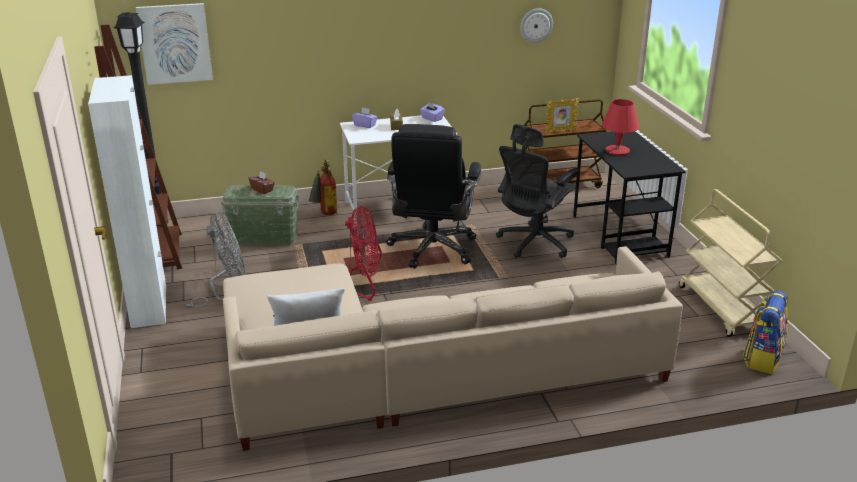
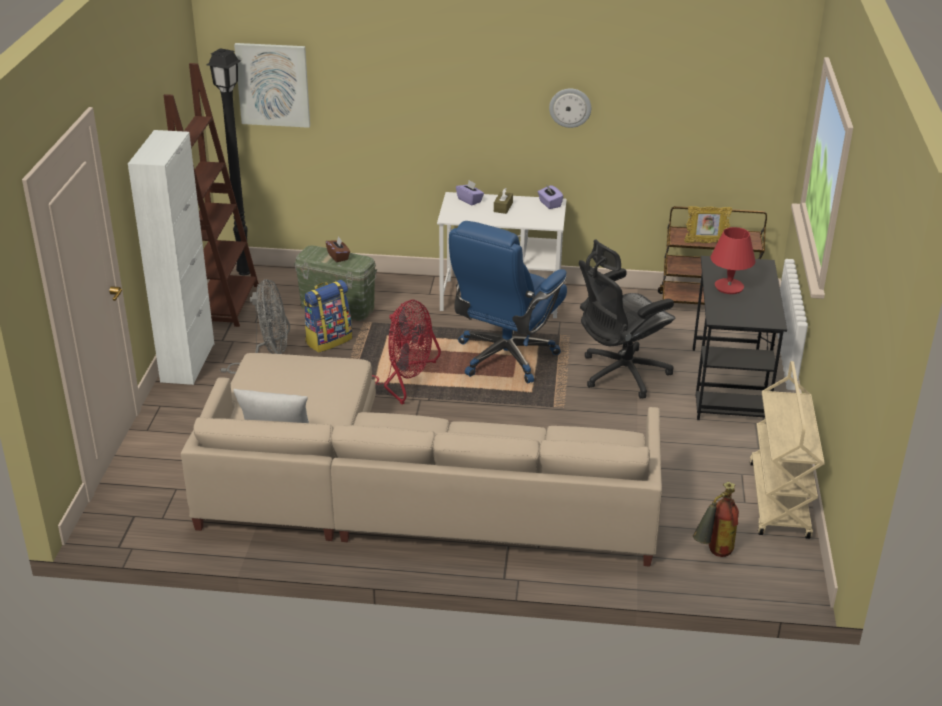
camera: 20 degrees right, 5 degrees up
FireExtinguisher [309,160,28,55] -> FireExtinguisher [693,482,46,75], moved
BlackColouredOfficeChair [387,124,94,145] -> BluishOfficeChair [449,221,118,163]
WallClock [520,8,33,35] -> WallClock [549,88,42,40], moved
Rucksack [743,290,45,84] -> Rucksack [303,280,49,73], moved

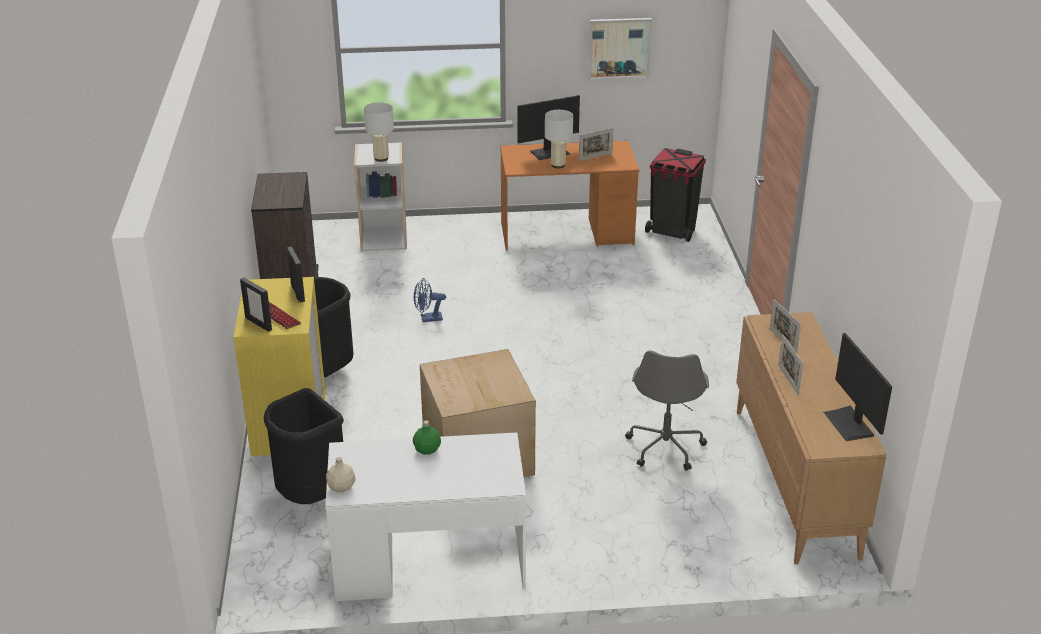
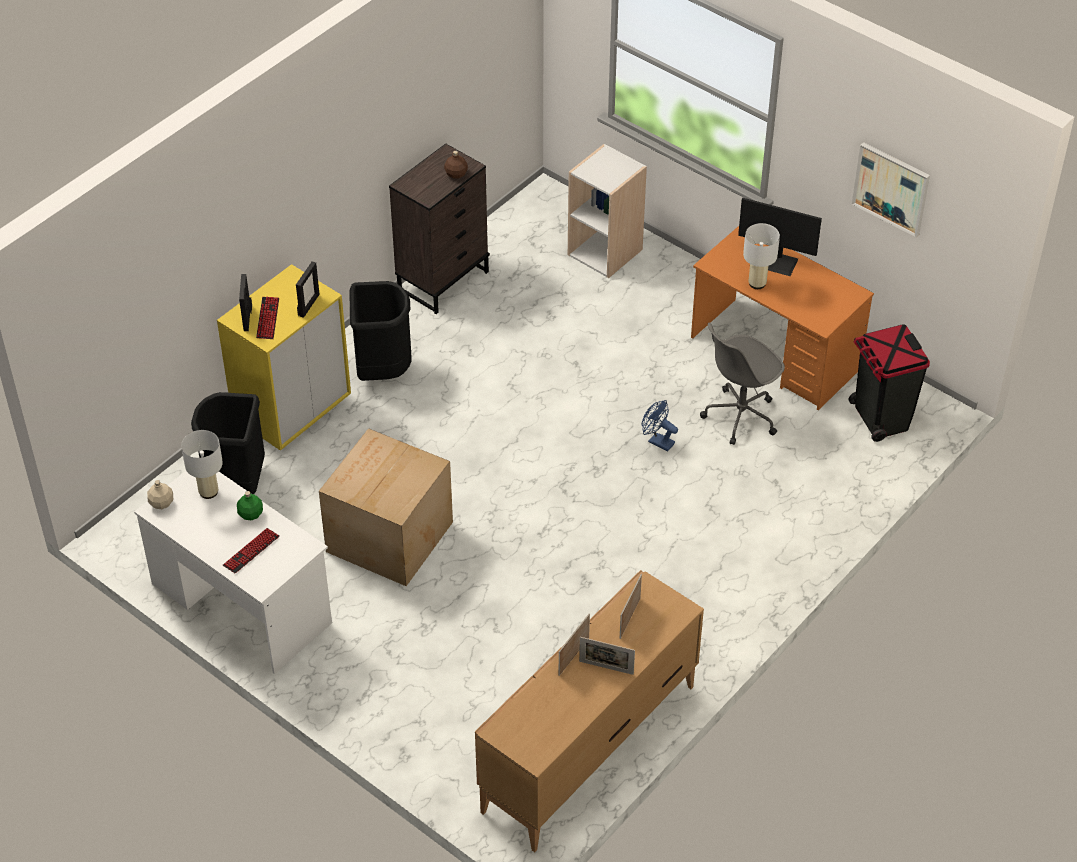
camera: 45 degrees right, 15 degrees up
WhiteColouredTableLamp [364,102,30,60] -> WhiteColouredTableLamp [181,430,42,69], moved
BluishCoolingFan [414,278,32,44] -> BluishCoolingFan [641,400,37,51], moved
StandingFrame [579,128,34,33] -> StandingFrame [579,637,56,38], moved
GreyishOfficeChair [625,351,84,120] -> GreyishOfficeChair [700,323,85,122], moved
Monitor [823,333,69,108] -> none
none -> Keyboard [223,528,57,45]
none -> BrownColouredDrinkBottle [444,151,24,28]

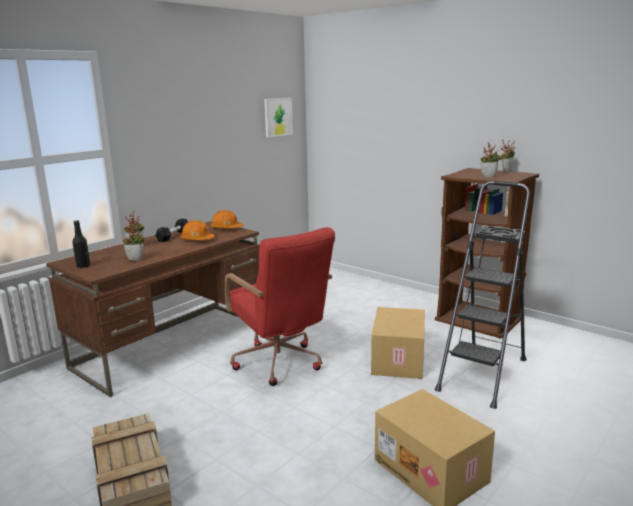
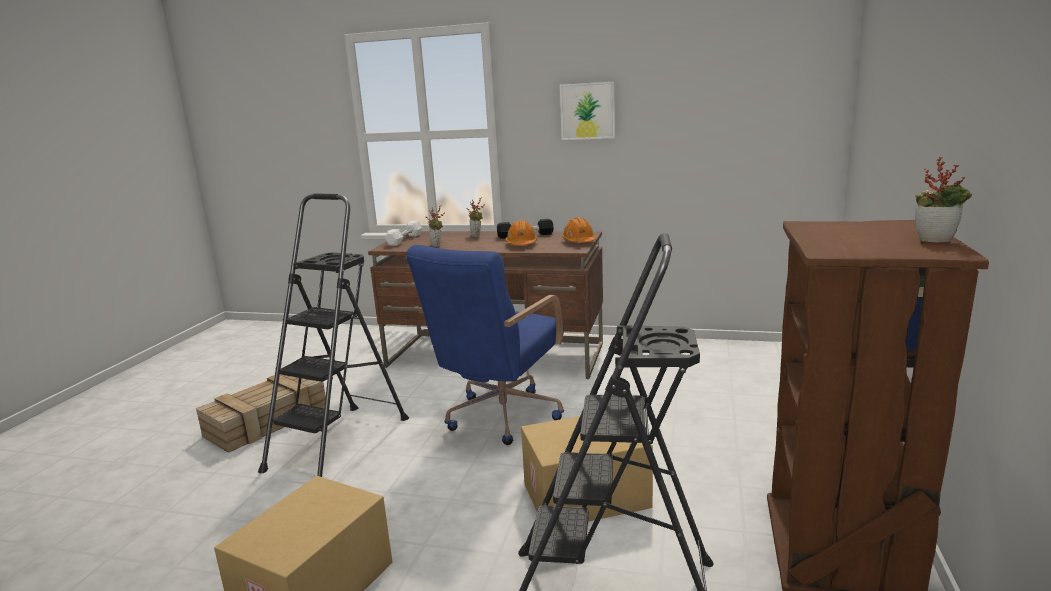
camera: 65 degrees right, 0 degrees up
BlackColouredDrinkBottle [72,220,18,48] -> WhiteColouredFreeWeight [385,221,37,25]
RedColouredOfficeChair [225,227,110,159] -> BluishOfficeChair [406,245,158,200]
WallArt [264,98,29,39] -> WallArt [560,82,55,58], moved
Houseplant [481,142,20,35] -> none
none -> StepLadder [258,193,151,284]

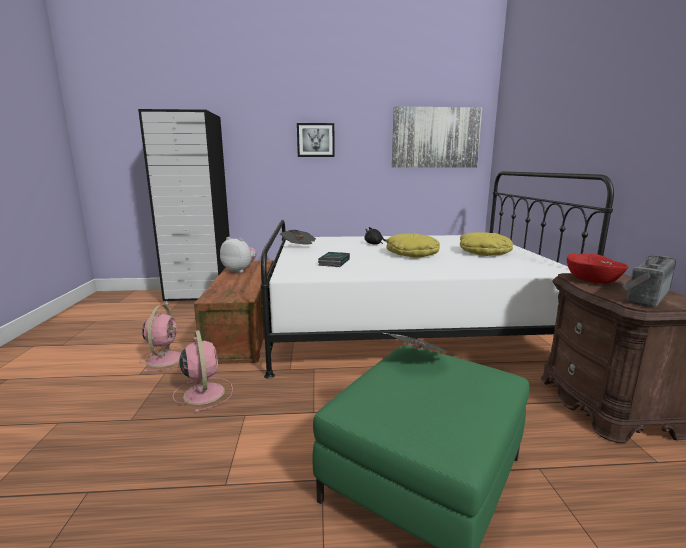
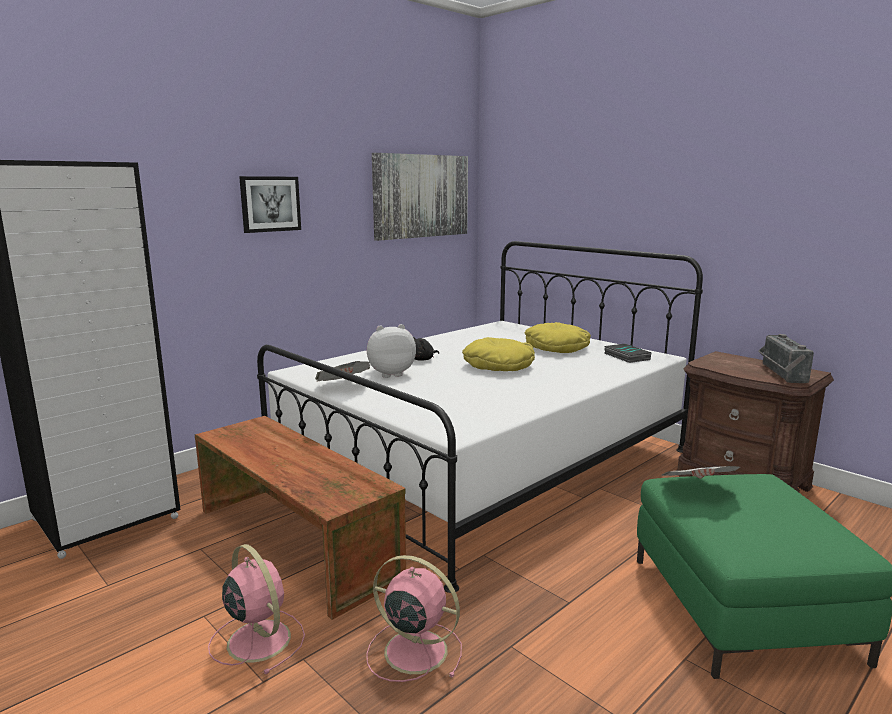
camera: 40 degrees left, 0 degrees up
PlushToy [220,237,37,36] -> PlushToy [367,324,49,54], moved
Book [318,252,32,15] -> Book [604,344,47,19], moved
RedColouredServingBowl [567,253,62,31] -> none

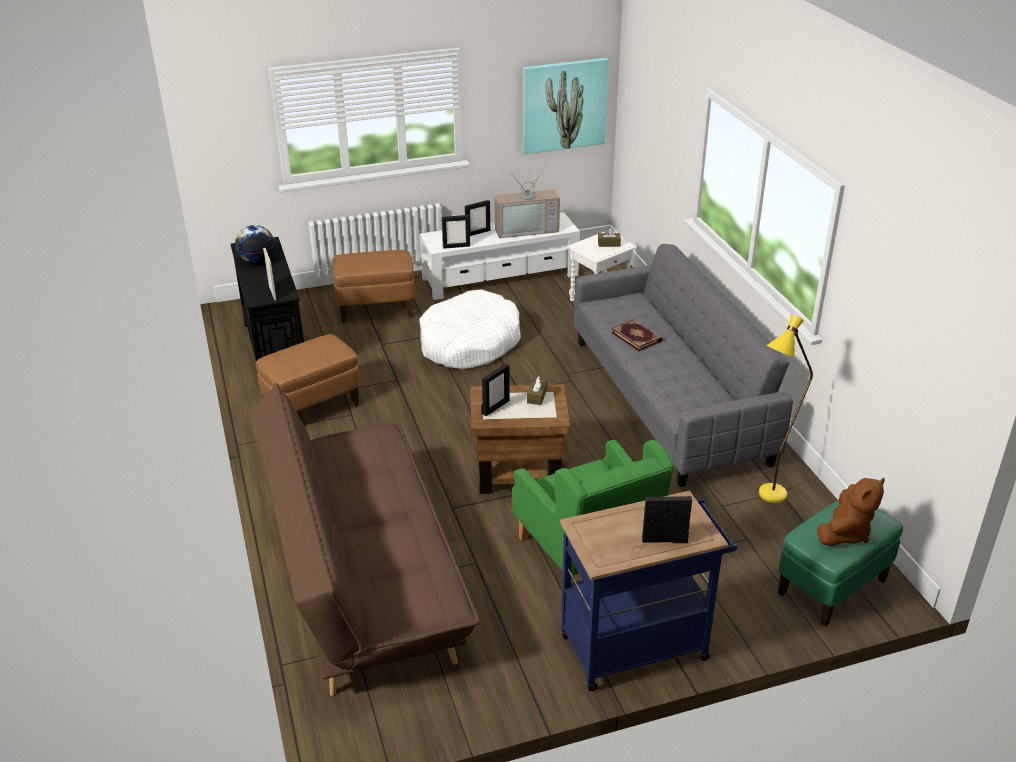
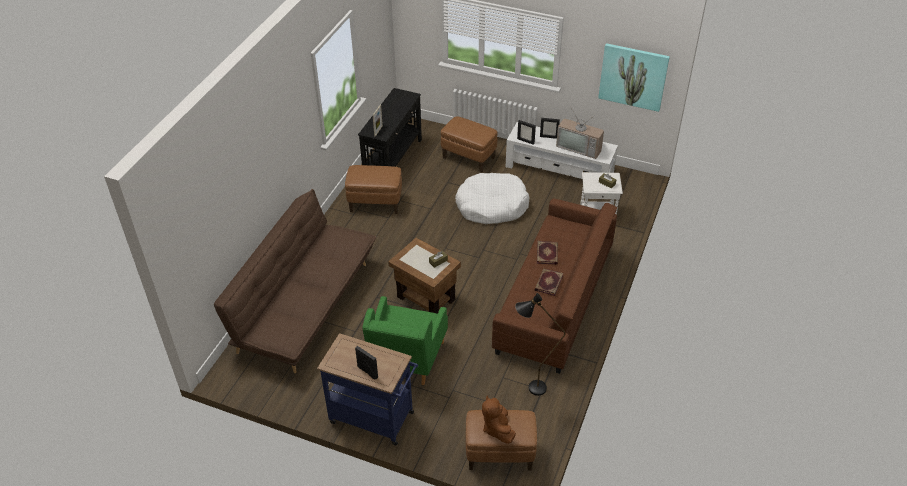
camera: 40 degrees right, 10 degrees up
Globe [235,225,40,39] -> none
StandingFrame [481,364,29,52] -> none
GreyishSofa [574,244,219,243] -> BrownColouredSofa [492,198,125,176]
YellowishStandardLamp [759,315,54,188] -> BlackColouredStandardLamp [515,293,51,103]
GreenishPouffe [778,499,125,128] -> BrownColouredPouffe [466,410,71,61]
BrownColouredPlushToy [817,478,67,68] -> BrownColouredPlushToy [482,395,34,49], 90 degrees clockwise
none -> Book [534,268,30,28]

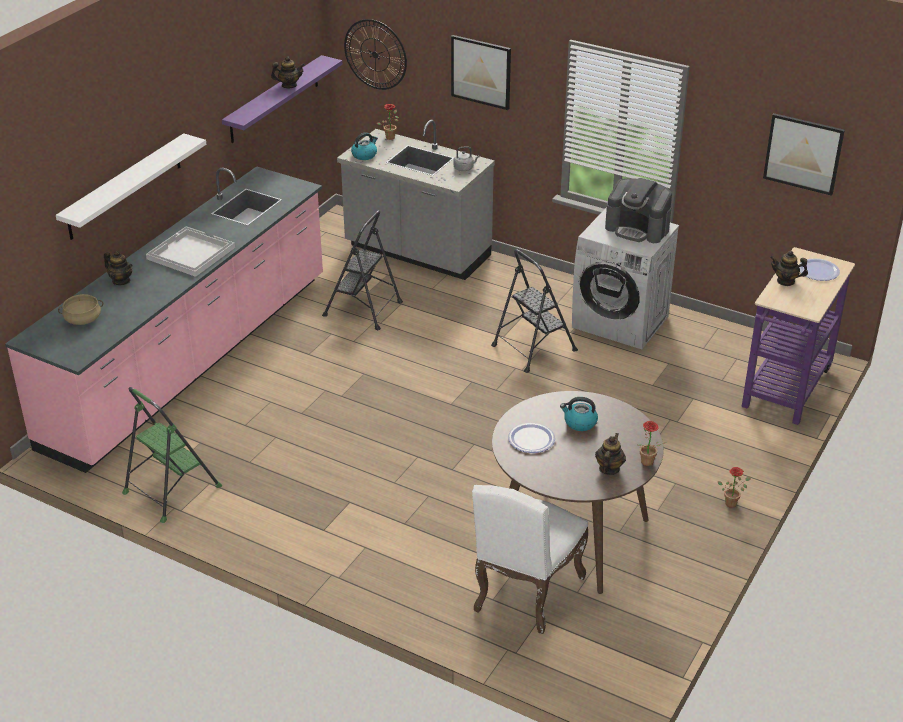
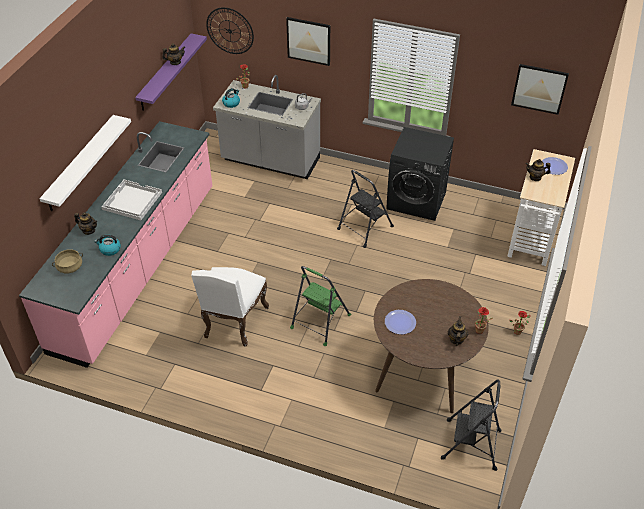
camera: 10 degrees left, 10 degrees up
GreenishStepLadder [122,387,100,136] -> GreenishStepLadder [290,266,61,80], moved
BlackColouredStepLadder [322,210,81,120] -> BlackColouredStepLadder [441,380,60,91], moved
WhiteColouredPlainChair [472,485,116,149] -> WhiteColouredPlainChair [191,267,78,80], moved
Kettle [560,397,38,34] -> Kettle [94,234,27,22], moved
WhiteColouredLaundryAppliance [572,207,107,142] -> BlackColouredLaundryAppliance [387,127,67,94]
CoffeeBrewer [605,178,67,65] -> none
PurplishWheeledCart [742,247,113,178] -> WhiteColouredWheeledCart [507,149,68,117]

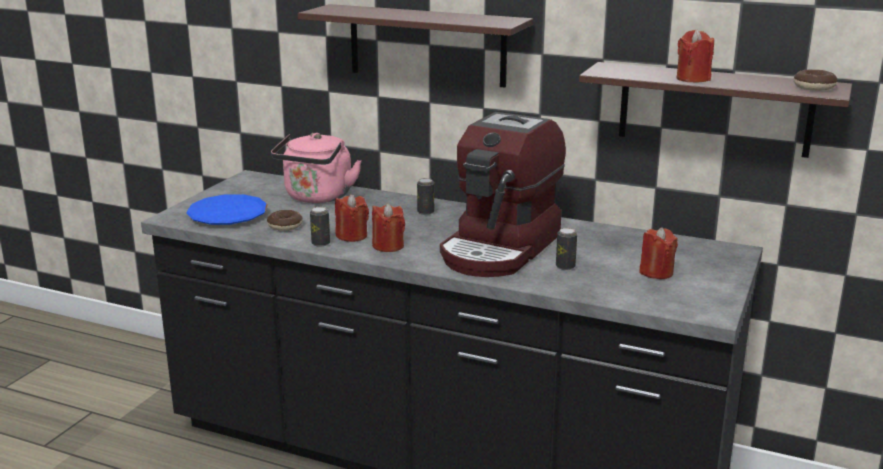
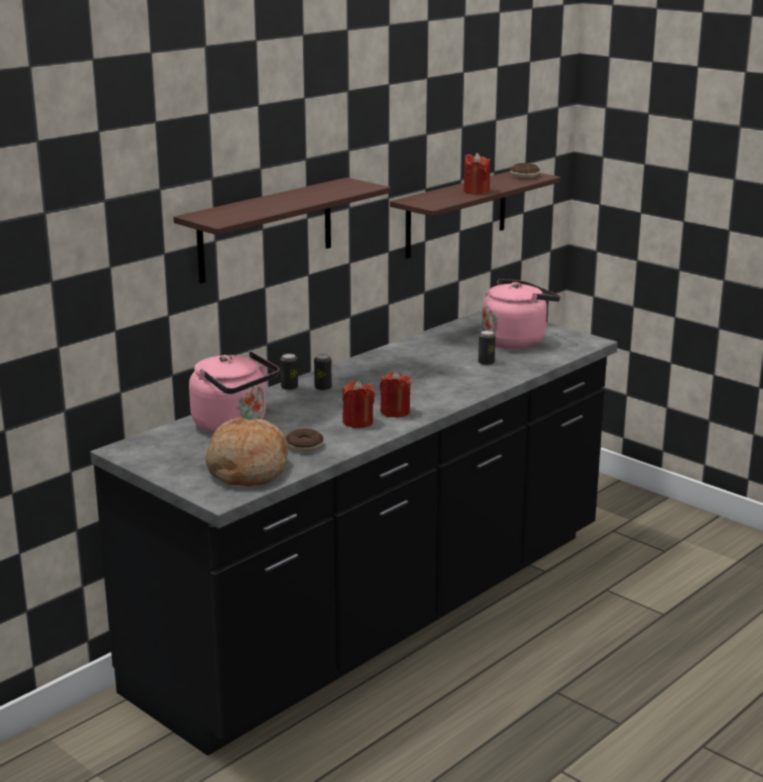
camera: 70 degrees left, 0 degrees up
BluishFlatDish [186,194,82,31] -> BakeryBread [206,418,82,68]
Can [310,207,20,40] -> Can [280,353,18,37], moved
CoffeeBrewer [440,112,126,165] -> none
RedColouredCandle [639,227,39,52] -> PinkKettle [482,279,78,70]

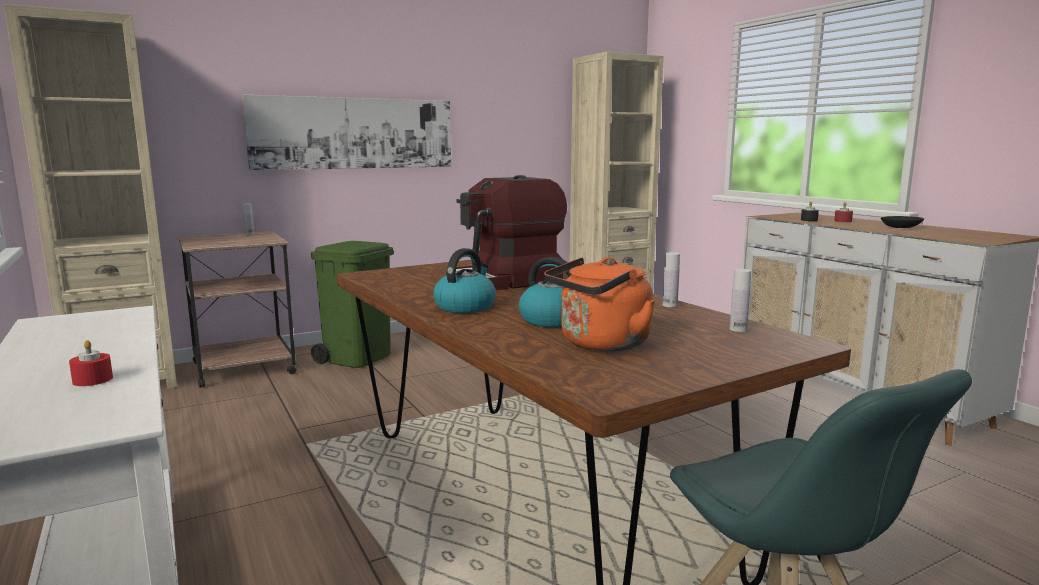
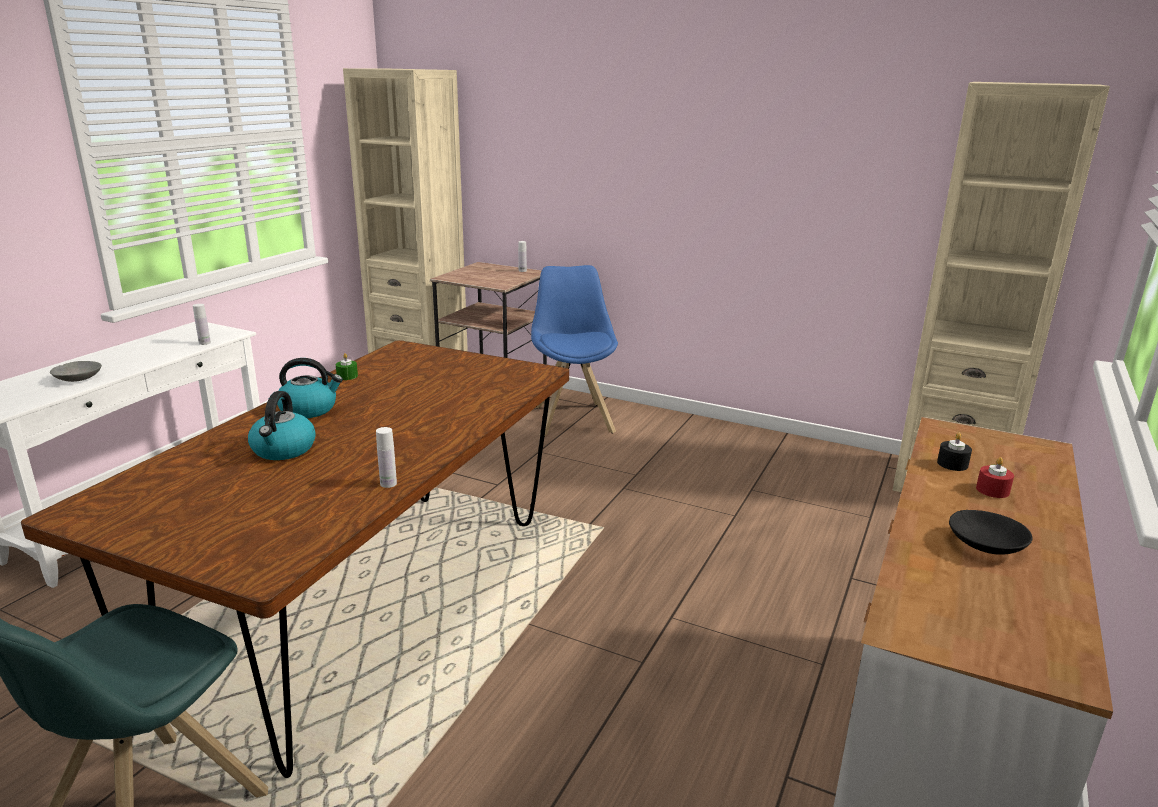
camera: 55 degrees right, 10 degrees up
RedColouredCandle [69,340,44,46] -> GreyishServingBowl [50,361,52,21]
WallArt [242,95,209,75] -> none
GreenishWasteBin [311,241,83,127] -> BluishPlainChair [531,265,87,172]
CoffeeBrewer [446,175,121,115] -> none
OrangeKettle [544,257,111,94] -> none
WhiteColouredDrinkBottle [730,269,21,63] -> WhiteColouredDrinkBottle [193,304,18,41], moved
none -> GreenishCandle [336,353,22,27]

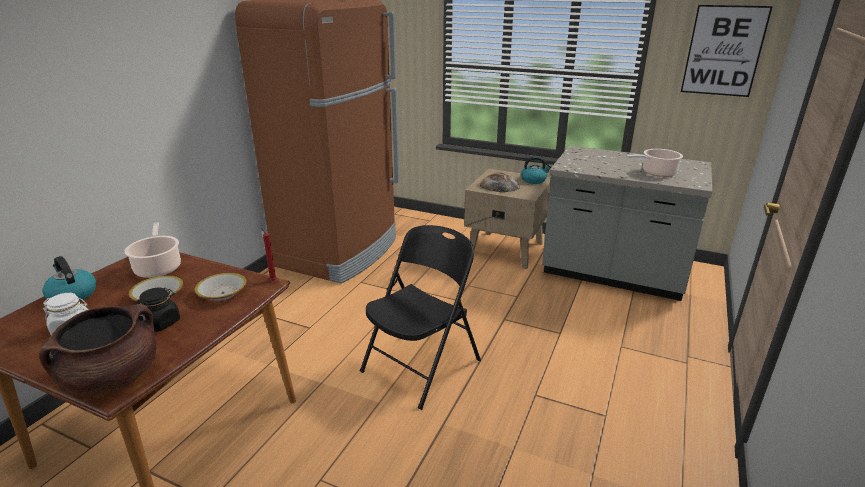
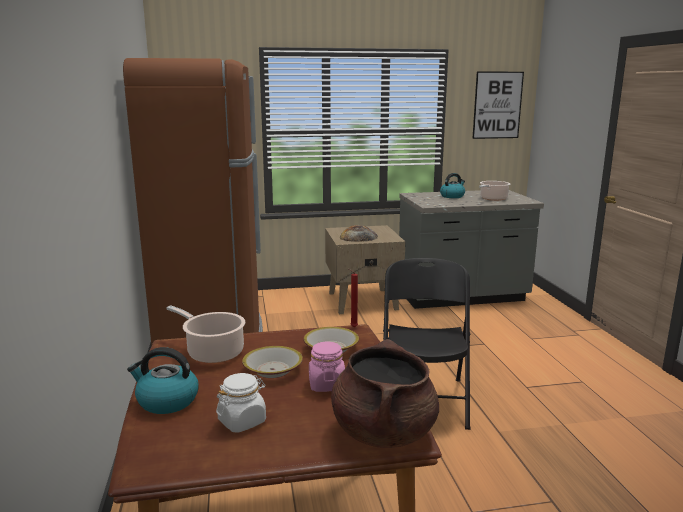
camera: 35 degrees left, 10 degrees down
BlackColouredStorageJar [137,288,43,44] -> PinkStorageJar [309,342,36,50]
Kettle [521,157,31,27] -> Kettle [440,173,25,25], moved

